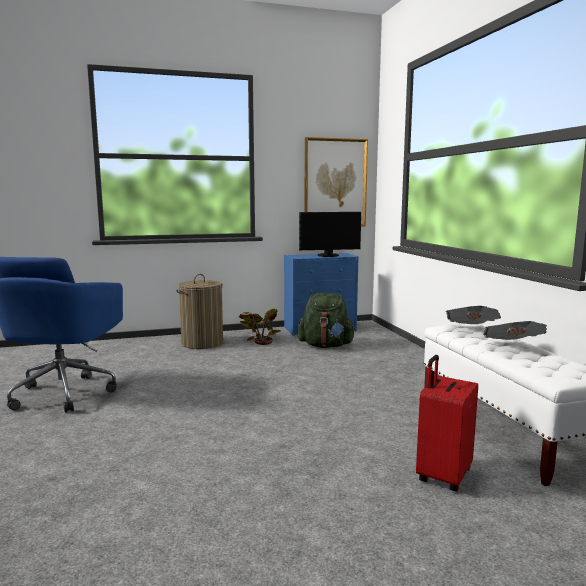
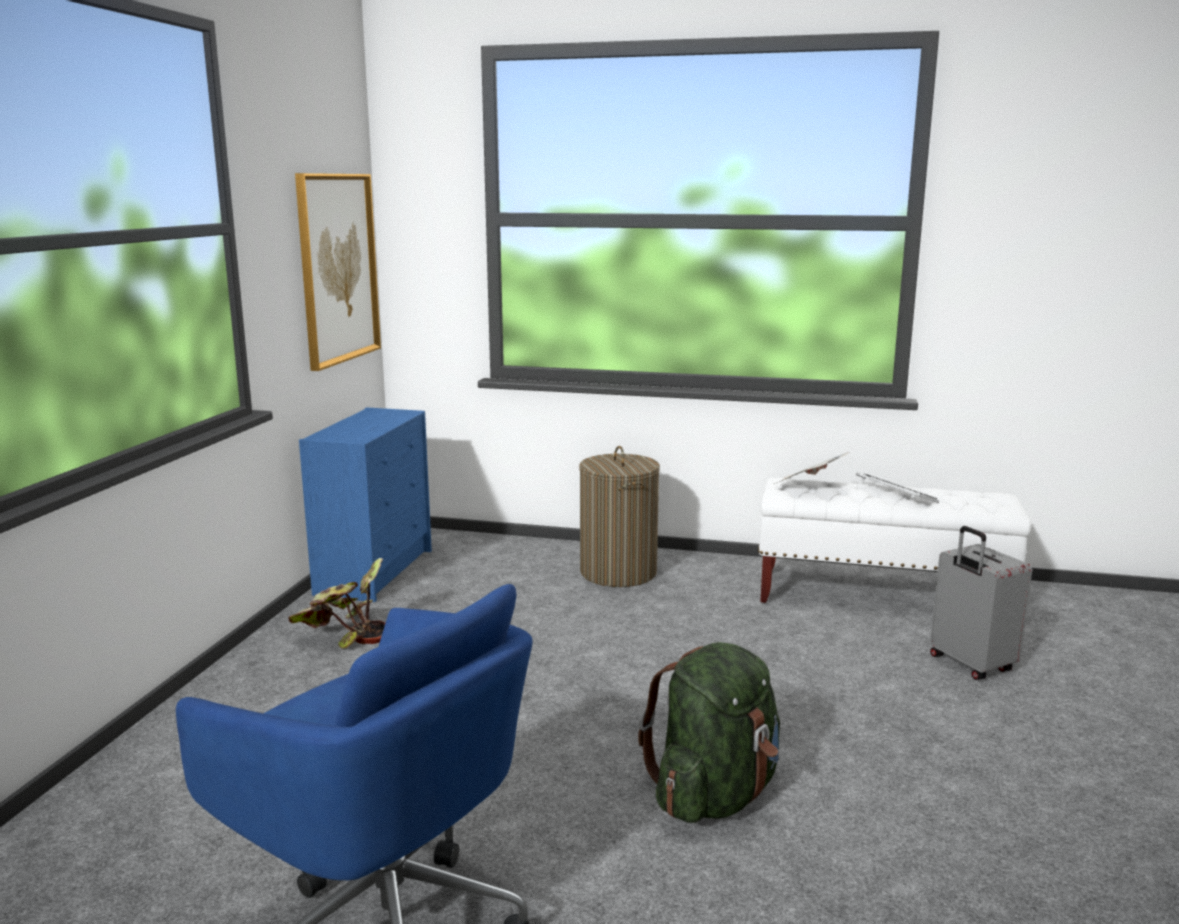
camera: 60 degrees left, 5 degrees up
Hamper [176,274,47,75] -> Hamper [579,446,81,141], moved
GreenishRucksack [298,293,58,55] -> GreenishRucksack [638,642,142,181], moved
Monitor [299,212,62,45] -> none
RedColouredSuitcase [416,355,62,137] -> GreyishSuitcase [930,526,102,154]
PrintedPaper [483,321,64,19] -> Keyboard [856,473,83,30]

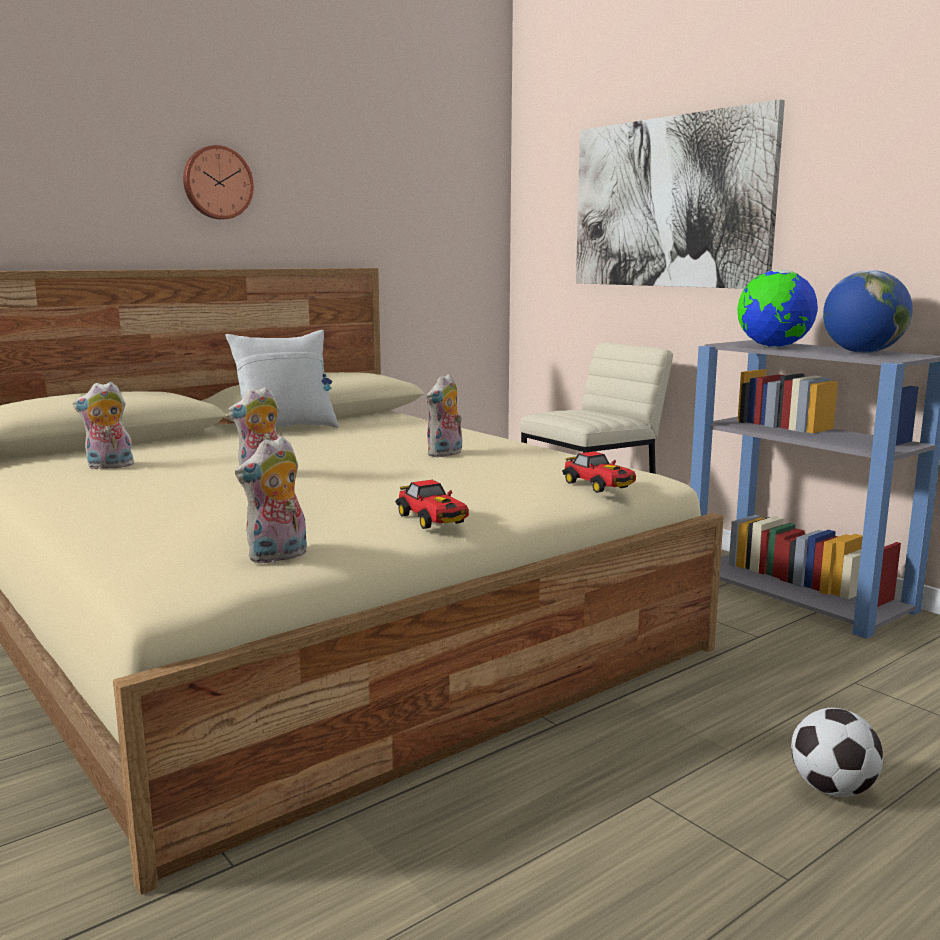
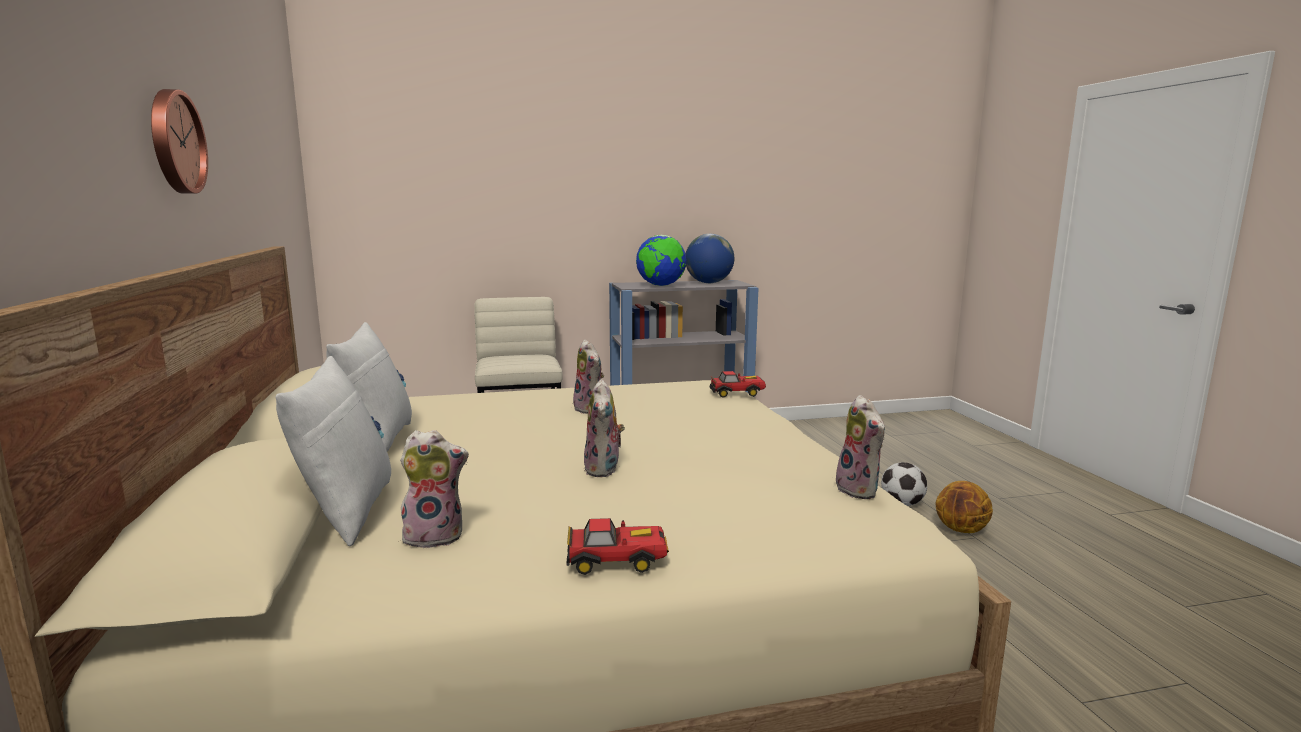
camera: 65 degrees left, 0 degrees up
PlushToy [73,382,61,87] -> PlushToy [400,430,69,118], 105 degrees counterclockwise
ModelCar [395,480,74,49] -> ModelCar [566,518,103,57], moved
WallArt [576,99,209,190] -> none
none -> GreyishThrowPillow [275,356,116,190]
none -> BallForBasketball [935,481,58,52]

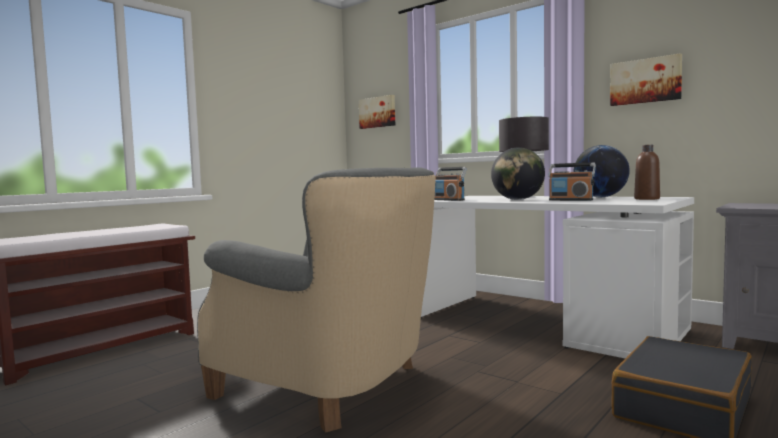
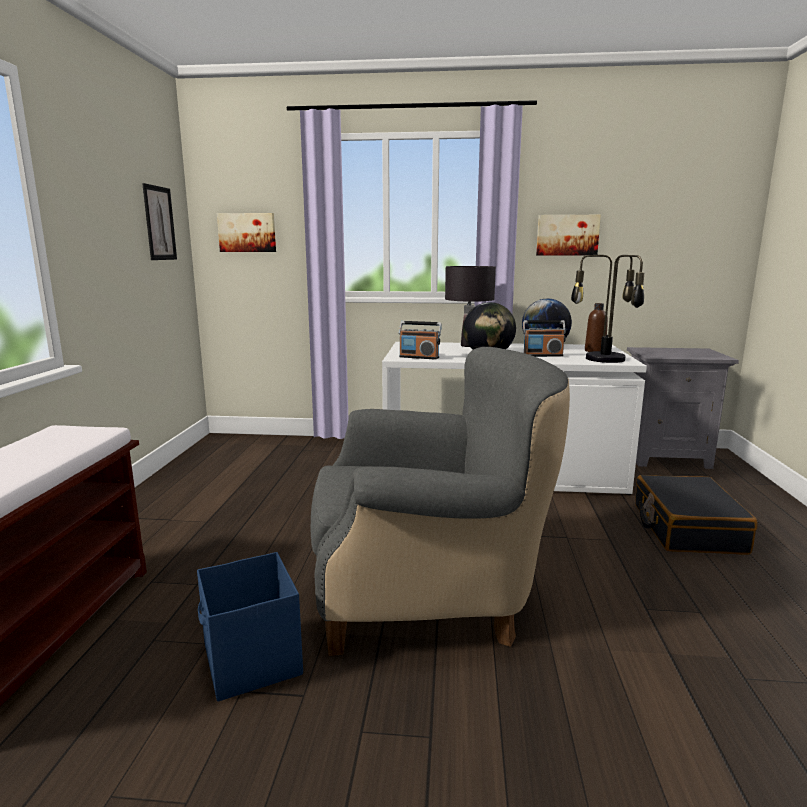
camera: 35 degrees left, 10 degrees up
none -> WallArt [142,183,35,77]
none -> BluishStorageBin [197,552,106,149]
none -> TableLamp [571,255,73,108]

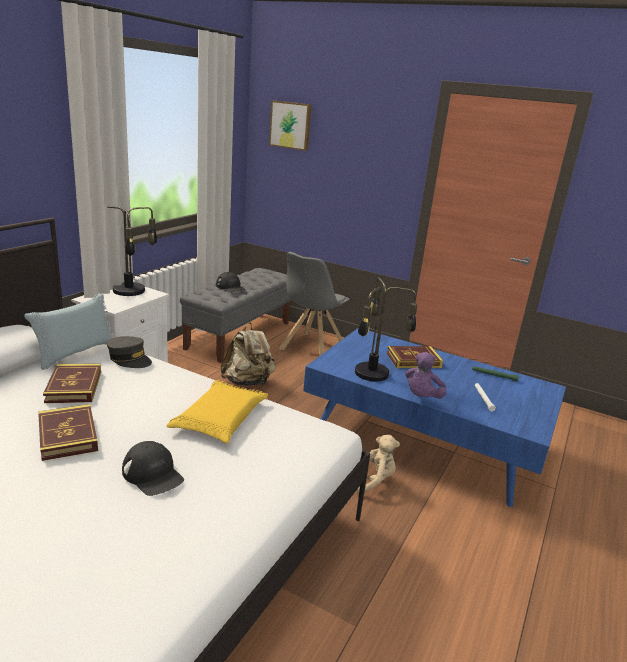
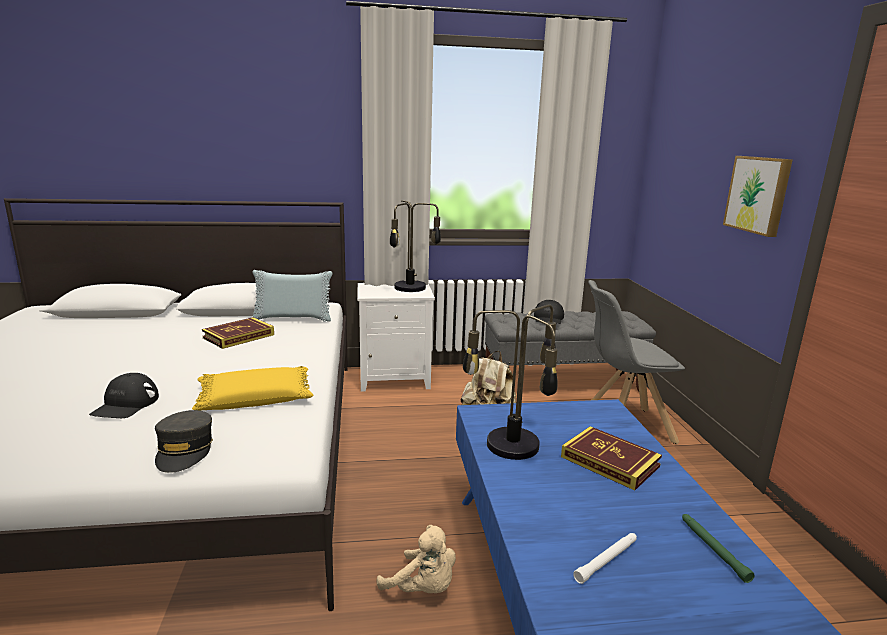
camera: 55 degrees right, 5 degrees down
Book [38,404,60,57] -> none
GreyishCap [107,336,45,32] -> GreyishCap [155,410,58,63], moved
WallArt [269,100,42,51] -> WallArt [723,156,70,81], moved
PurplishPlushToy [405,352,42,47] -> none

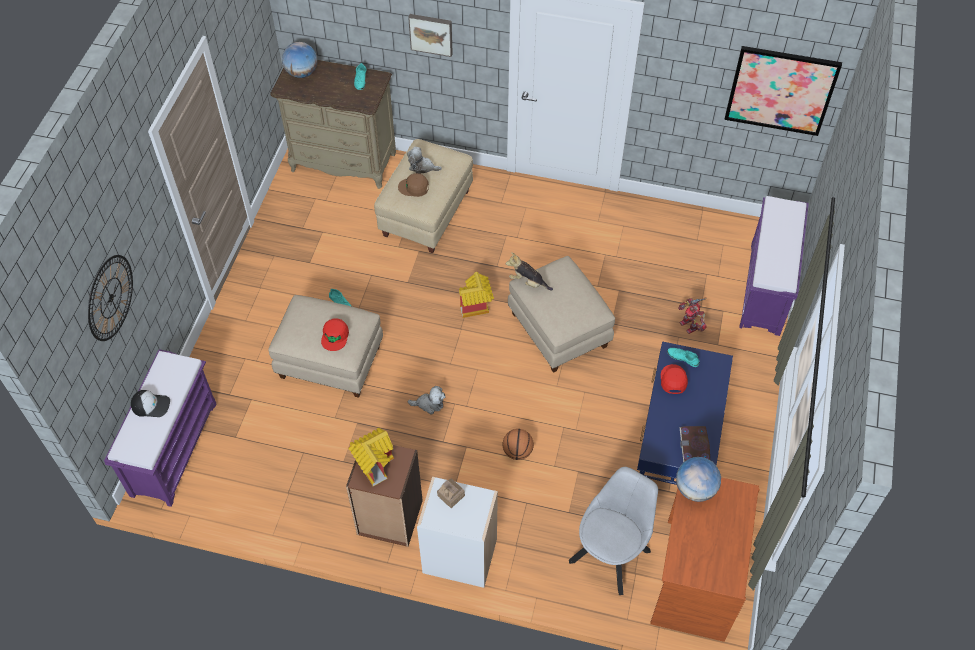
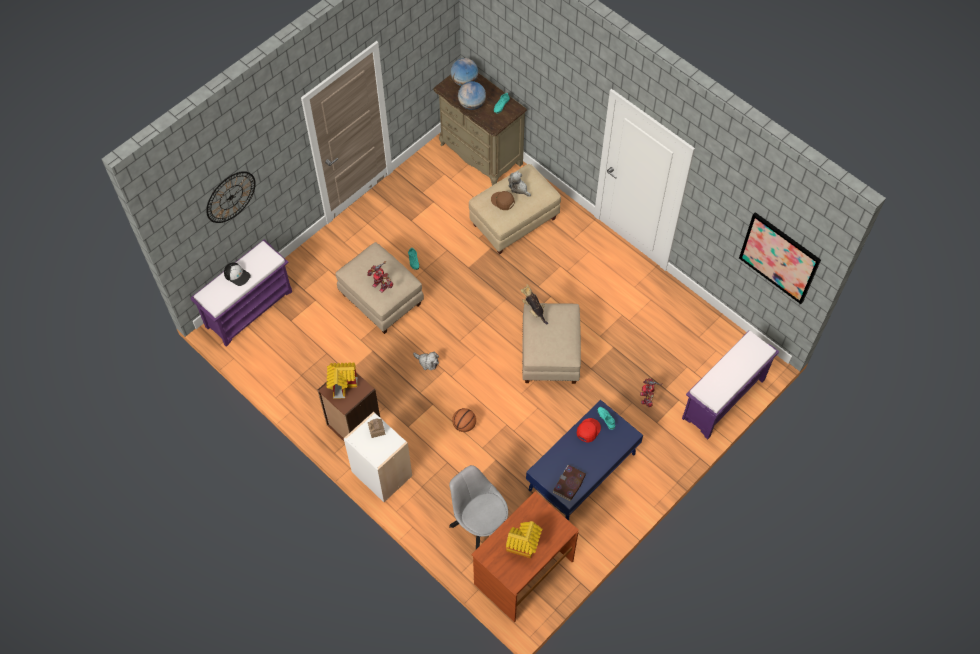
camera: 30 degrees right, 5 degrees up
RedColouredCap [321,319,28,32] -> RobotFigure [367,261,26,32]
WallArt [408,14,45,43] -> none
ModelHouse [459,272,35,46] -> ModelHouse [506,521,36,37], moved
GreyishPlainChair [569,467,89,128] -> GreyishPlainChair [449,465,59,84], 105 degrees counterclockwise
Globe [676,457,45,45] -> Globe [458,81,28,29], moved

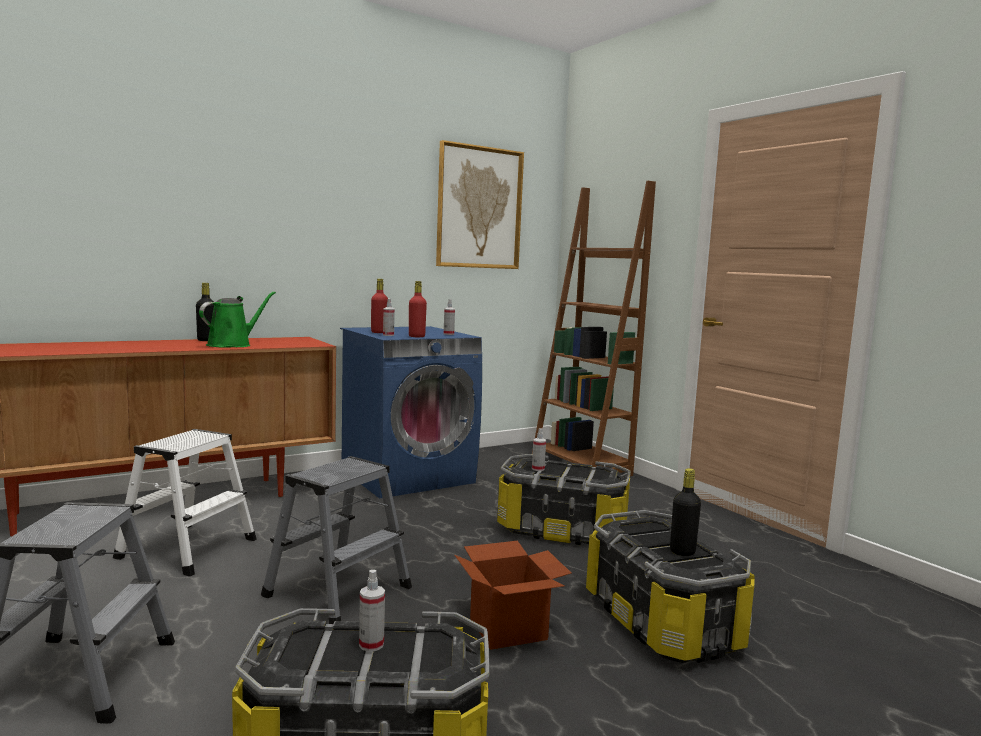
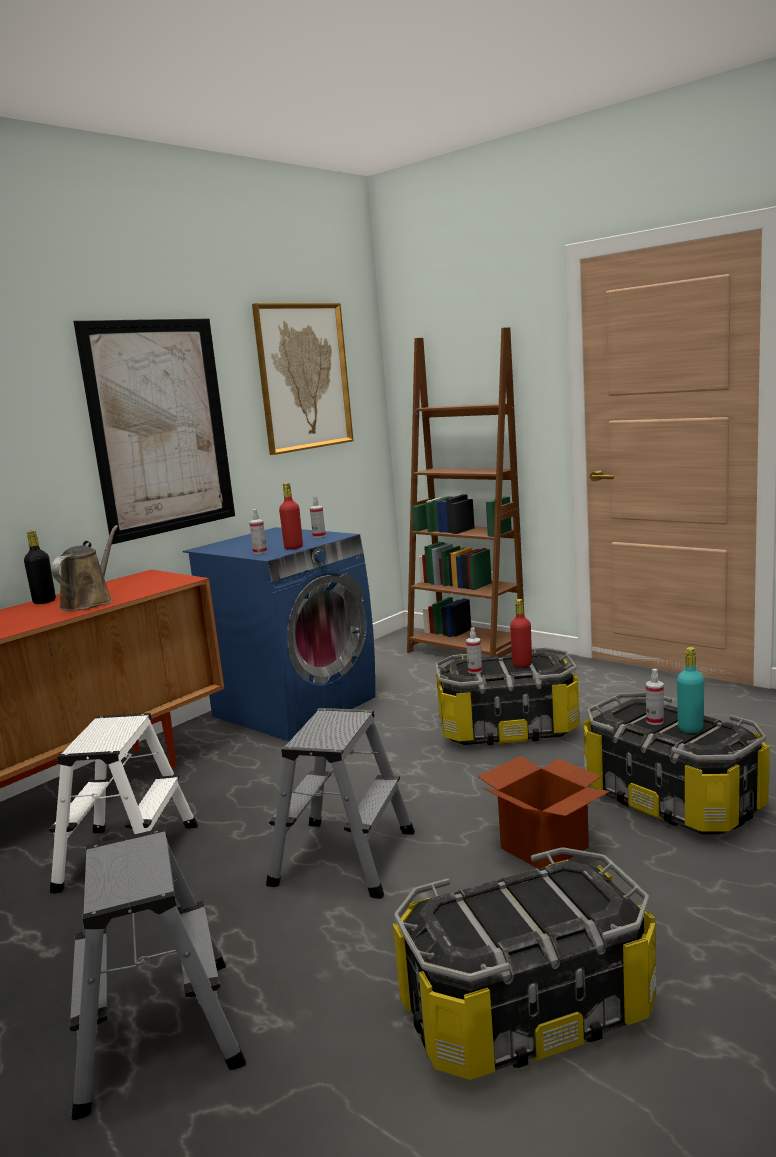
camera: 15 degrees left, 5 degrees up
GreenishWateringCan [199,291,77,57] -> BrownColouredWateringCan [51,525,67,86]
HandSprayer [359,570,26,82] -> HandSprayer [646,669,18,56], moved
RedColouredDrinkBottle [371,279,17,54] -> RedColouredDrinkBottle [510,599,22,69], moved
BlackColouredDrinkBottle [670,468,31,88] -> BlueGreenDrinkBottle [677,647,27,86]
none -> WallArt [73,318,162,226]

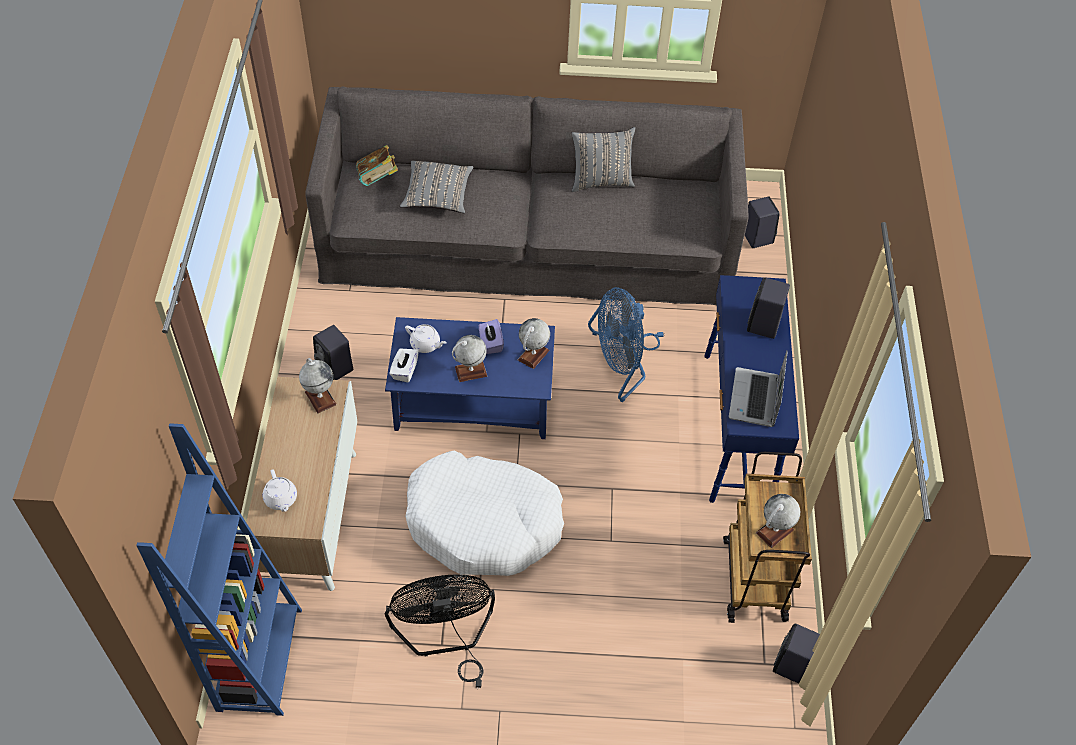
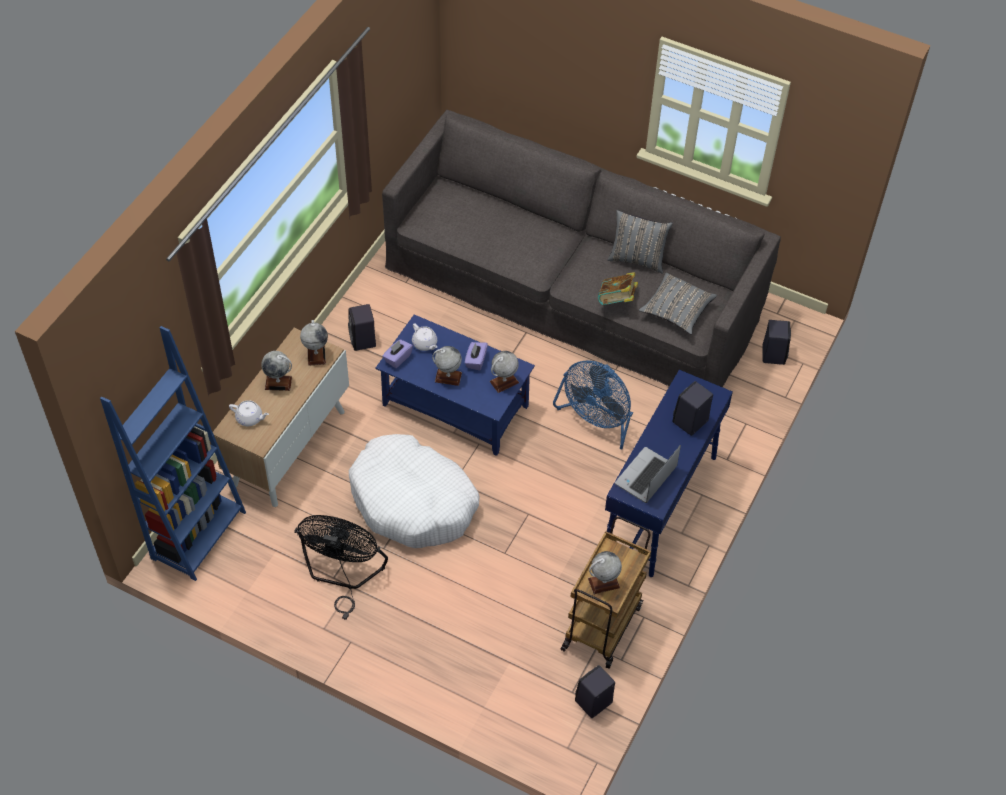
camera: 25 degrees right, 0 degrees up
WhiteColouredTeapot [263,470,34,42] -> WhiteColouredTeapot [229,400,40,26], 75 degrees counterclockwise
Book [356,145,42,41] -> Book [598,272,40,33], moved
WhiteColouredTissueBox [390,349,29,33] -> PurplishTissueBox [382,339,31,29]
GreyishThrowPillow [400,161,73,52] -> GreyishThrowPillow [639,273,78,62], moved
BluishCoolingFan [588,287,76,116] -> BluishCoolingFan [553,360,80,90], 60 degrees counterclockwise
none -> Globe [261,351,31,40]

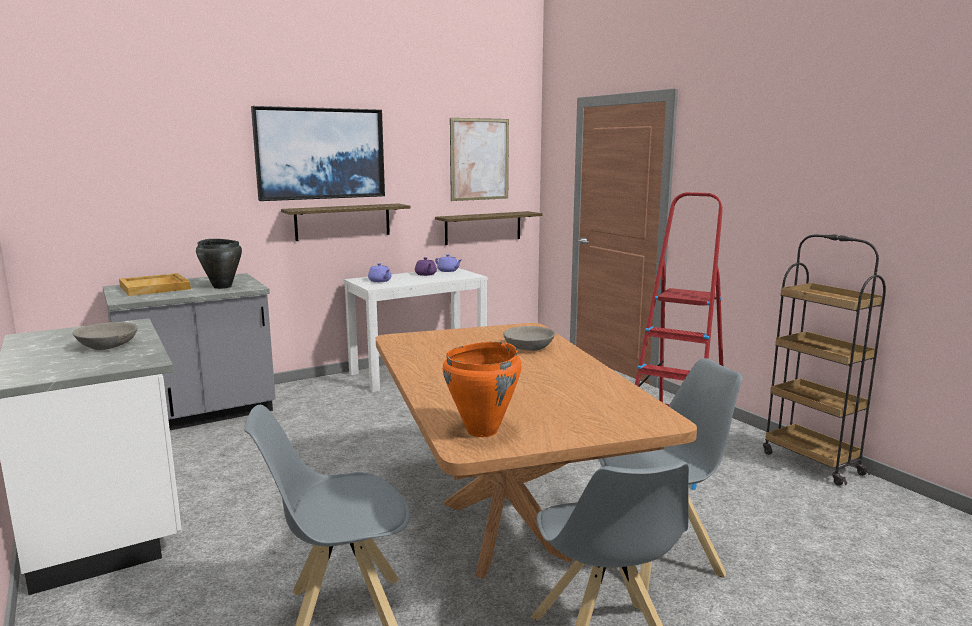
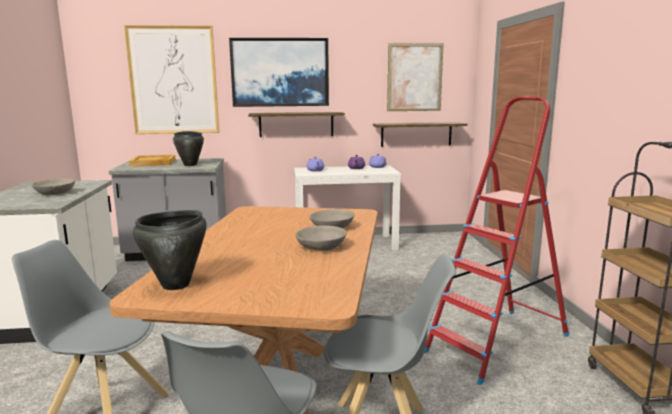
camera: 25 degrees right, 0 degrees up
OrangeCookingPot [443,342,78,95] -> BlackColouredCookingPot [133,210,74,80]
none -> WallArt [124,25,95,109]
none -> GreyishServingBowl [296,225,51,26]

